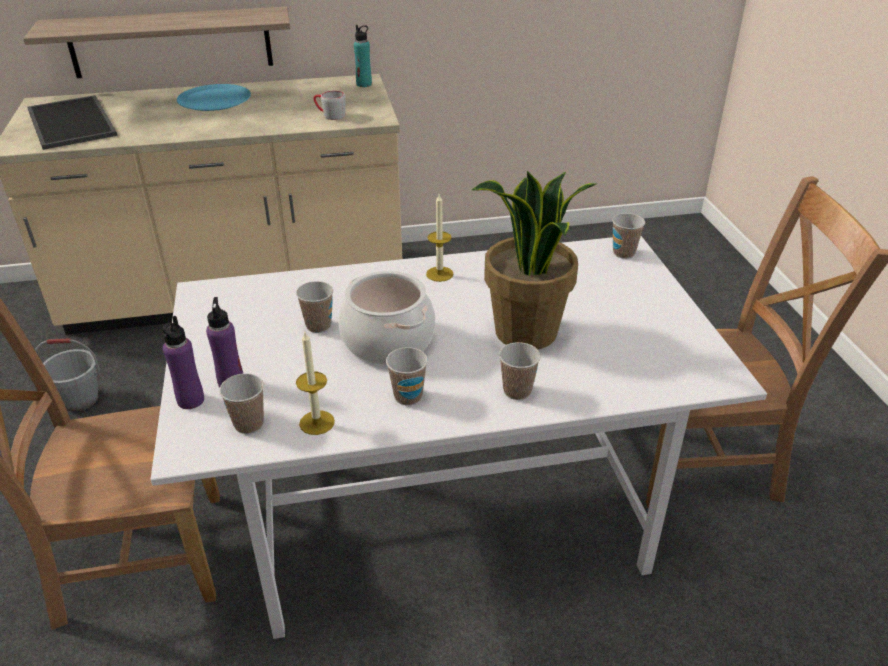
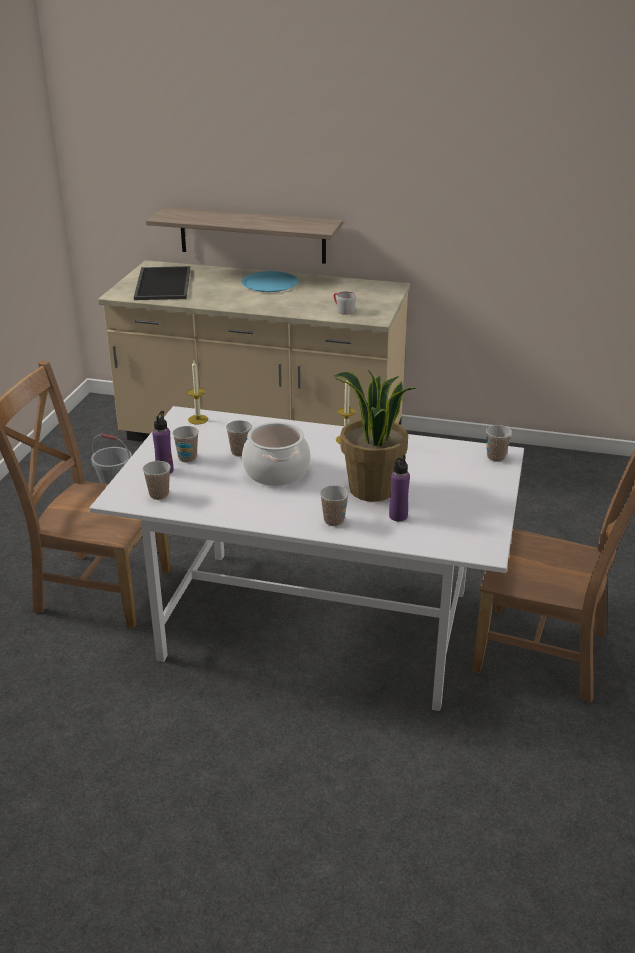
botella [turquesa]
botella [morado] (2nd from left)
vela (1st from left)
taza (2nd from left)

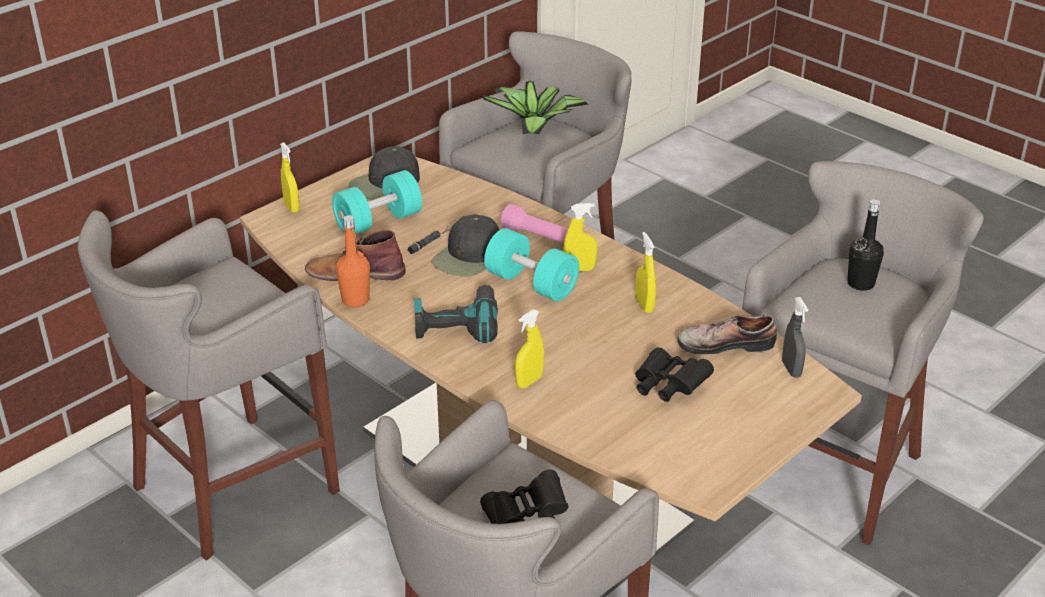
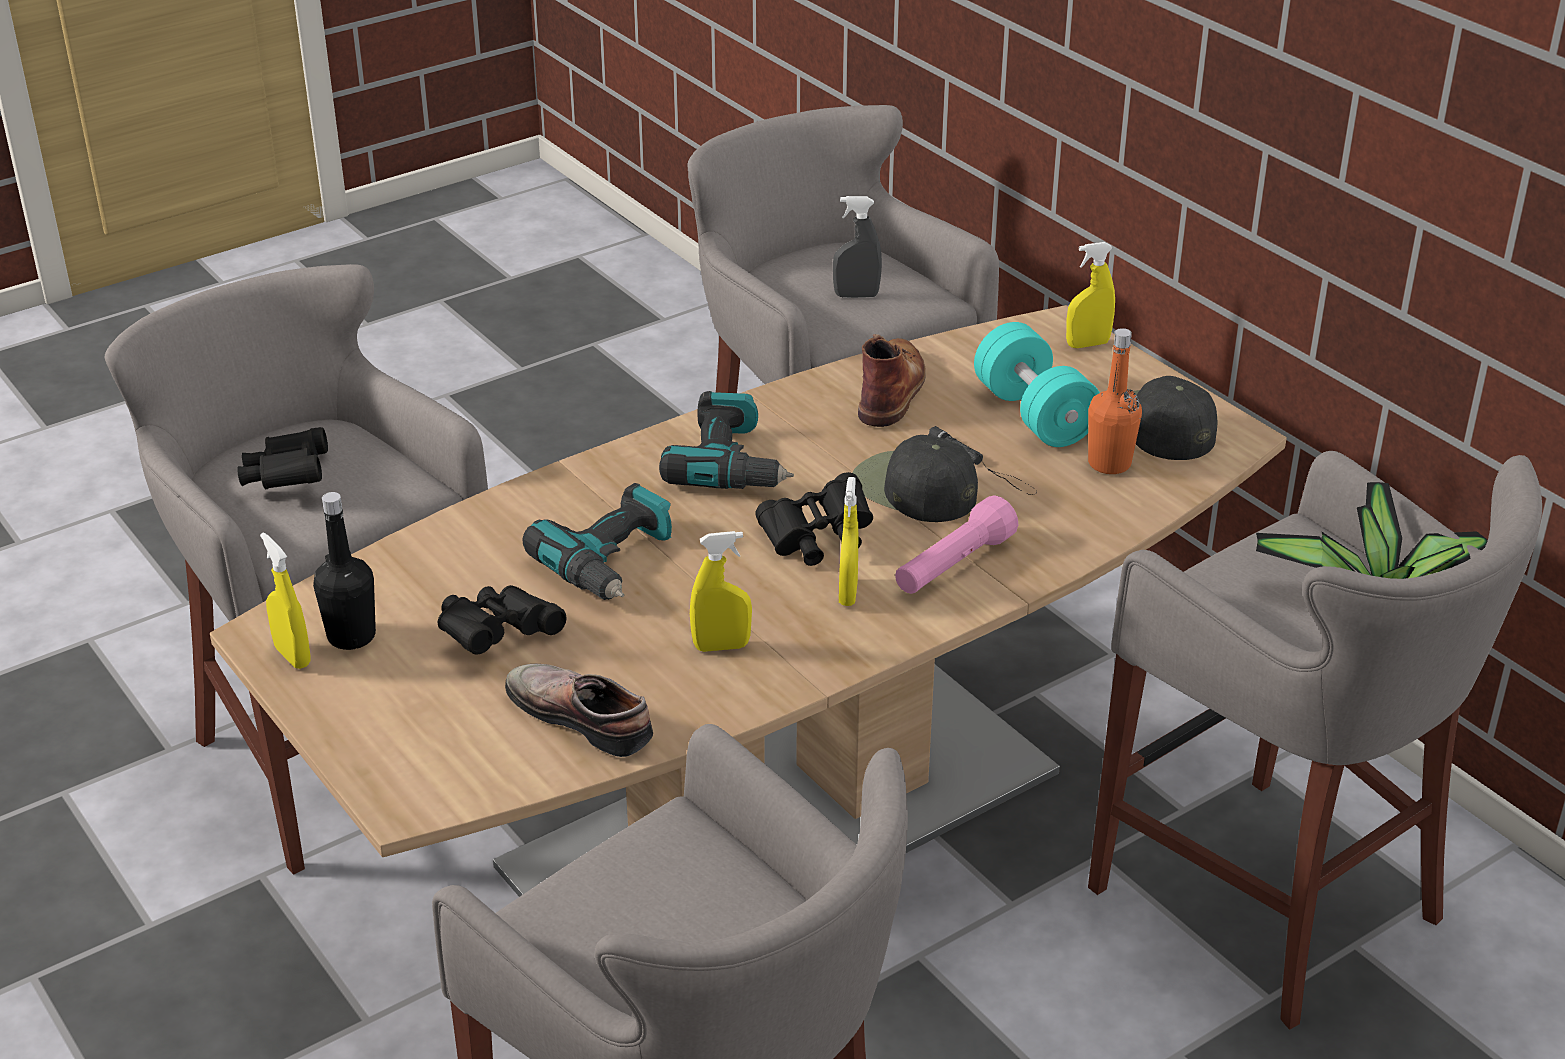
botella [negro]
botella [naranja]
prismáticos [negro] (3rd from left)
pulverizador [gris]
pulverizador [amarillo] (1st from left)
zapato
taladro (1st from left)

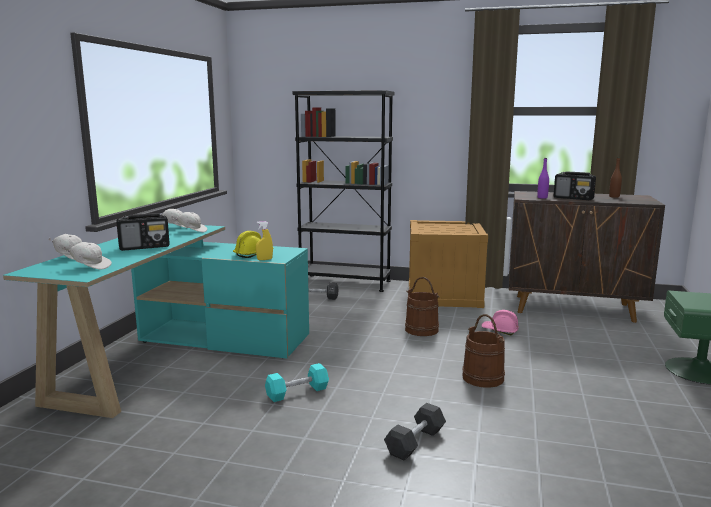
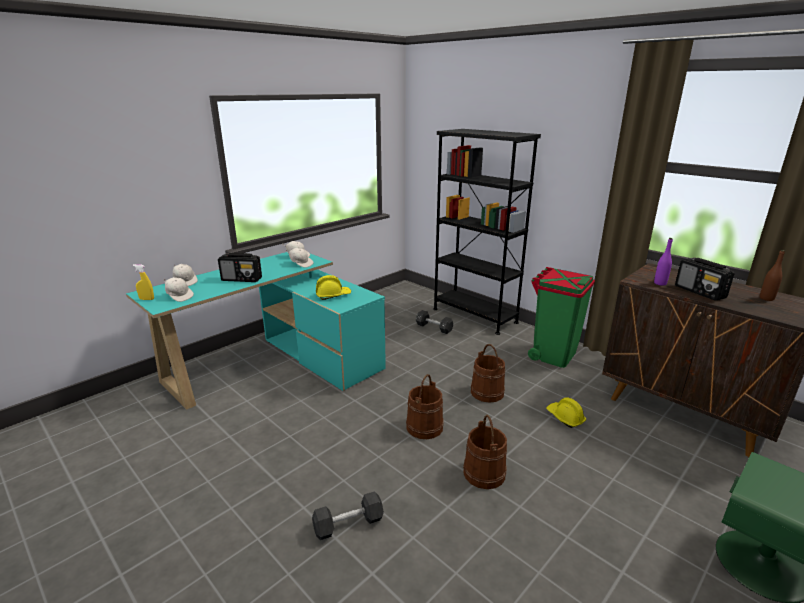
papelera [verde]
pulverizador [amarillo]
casco [amarillo] (2nd from left)
mancuerna [turquesa]
cubo [marrón] (1st from left)

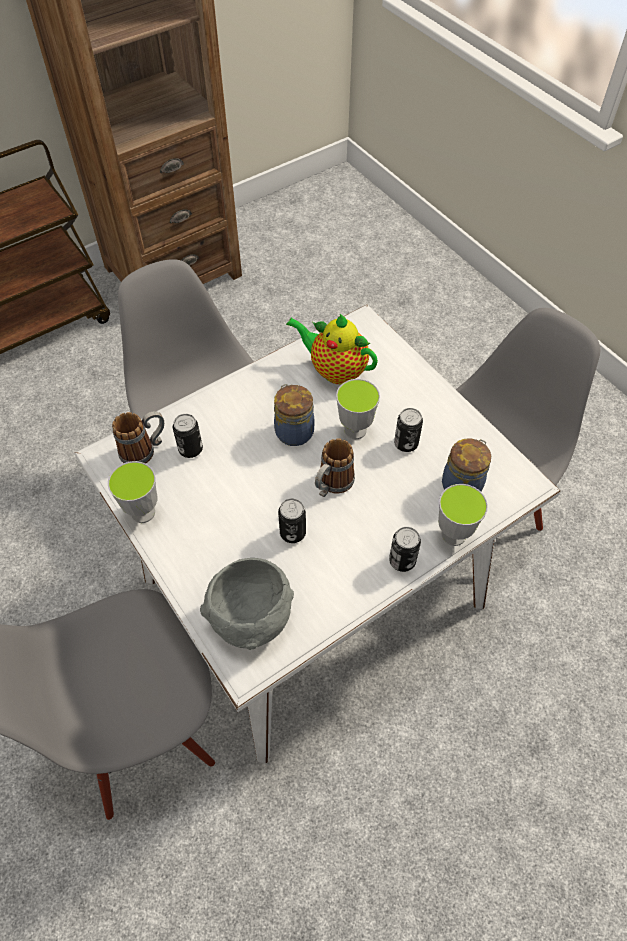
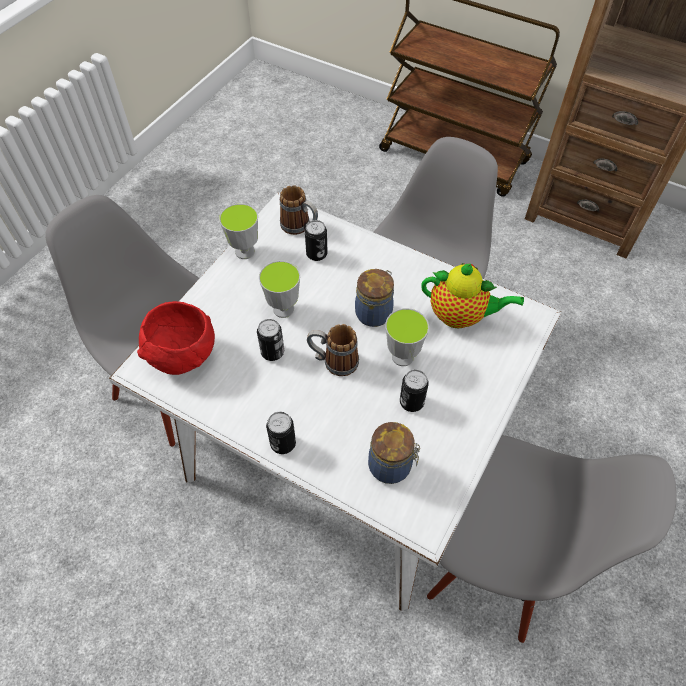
tetera
taza (2nd from left)
cuenco [rojo]

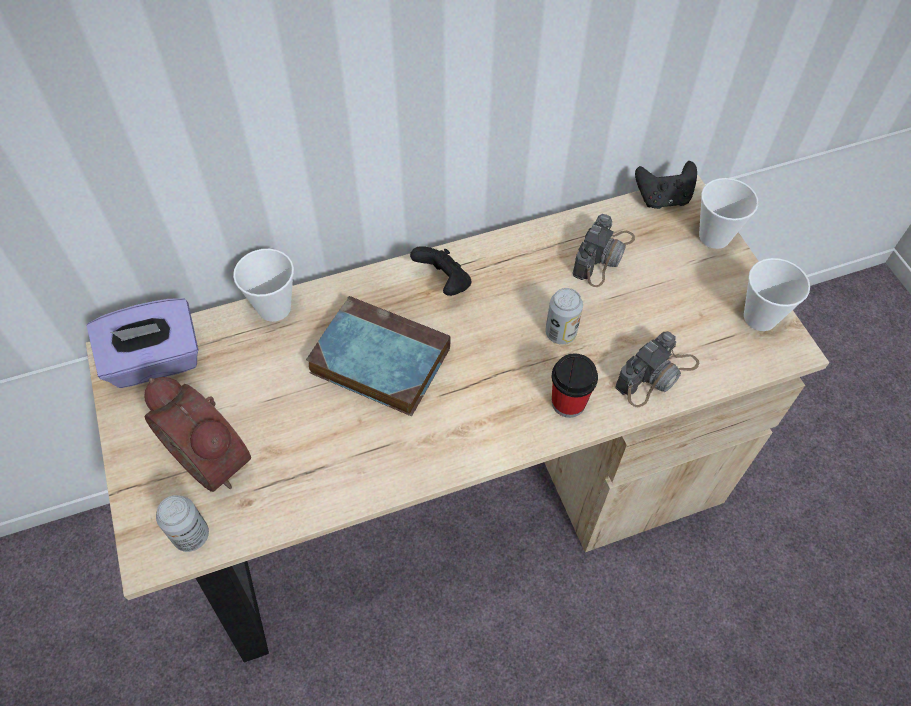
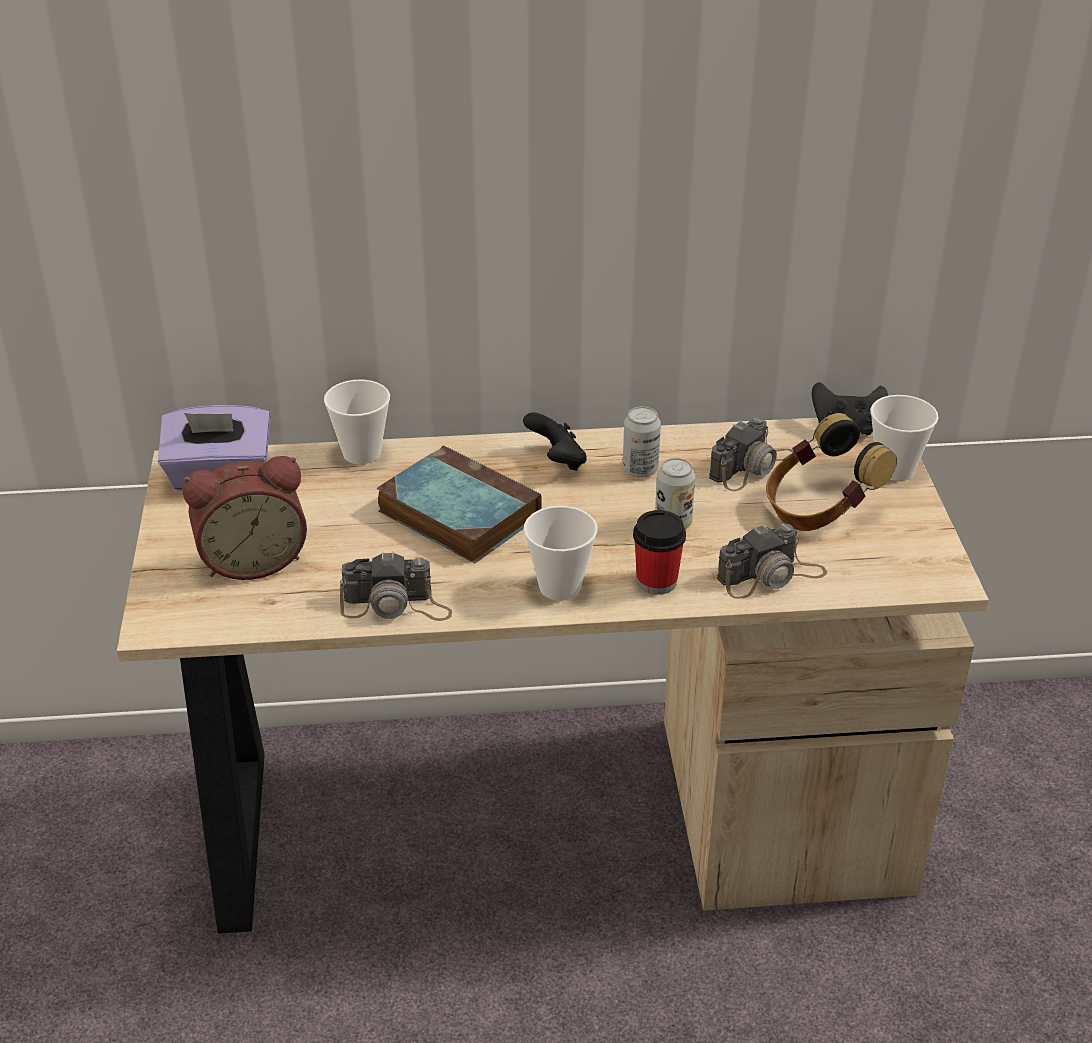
taza (2nd from left)
despertador
lata (1st from left)
auriculares
cámara (1st from left)

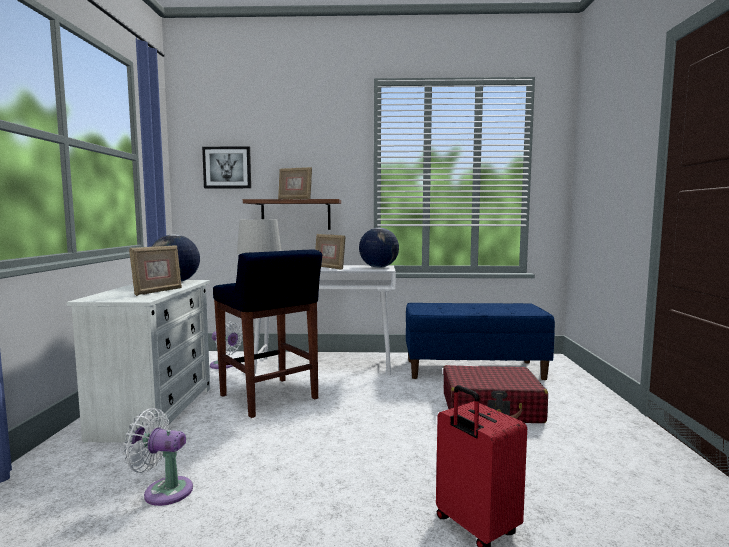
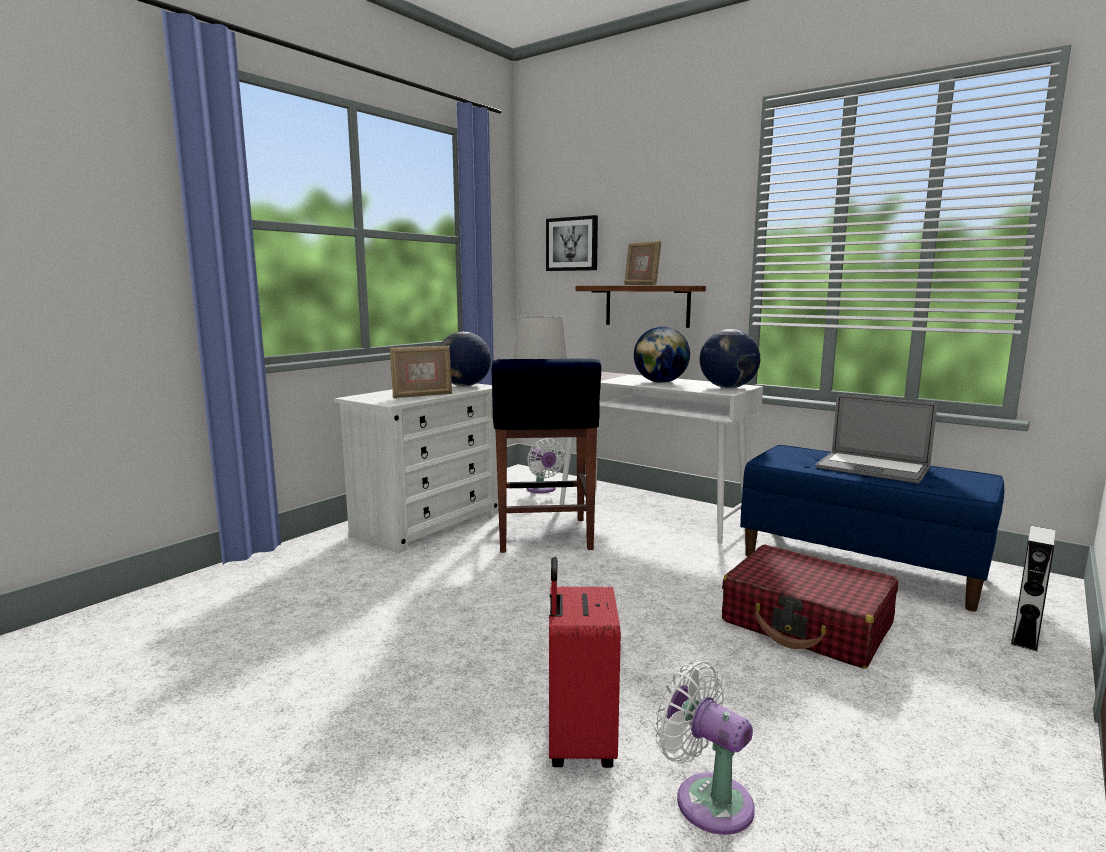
globo terráqueo (2nd from left)
ventilador [blanco] (2nd from left)
portátil
altavoz [gris]

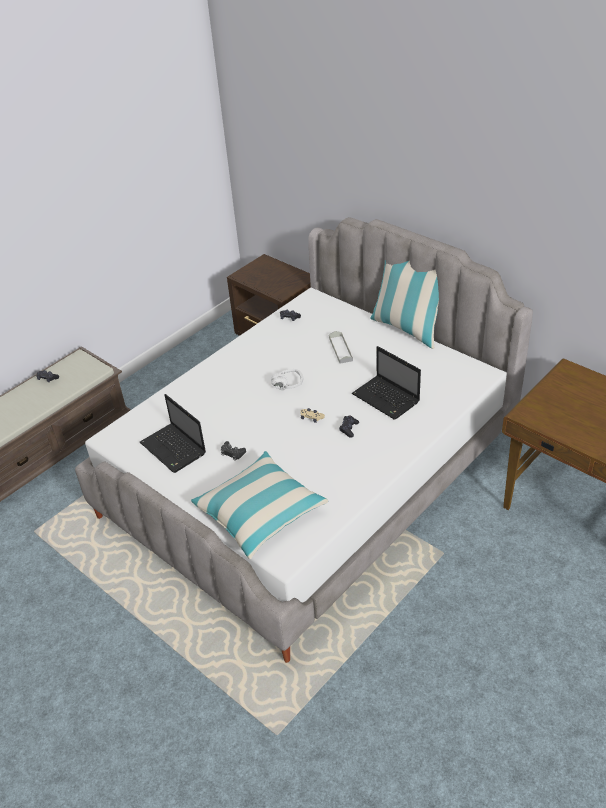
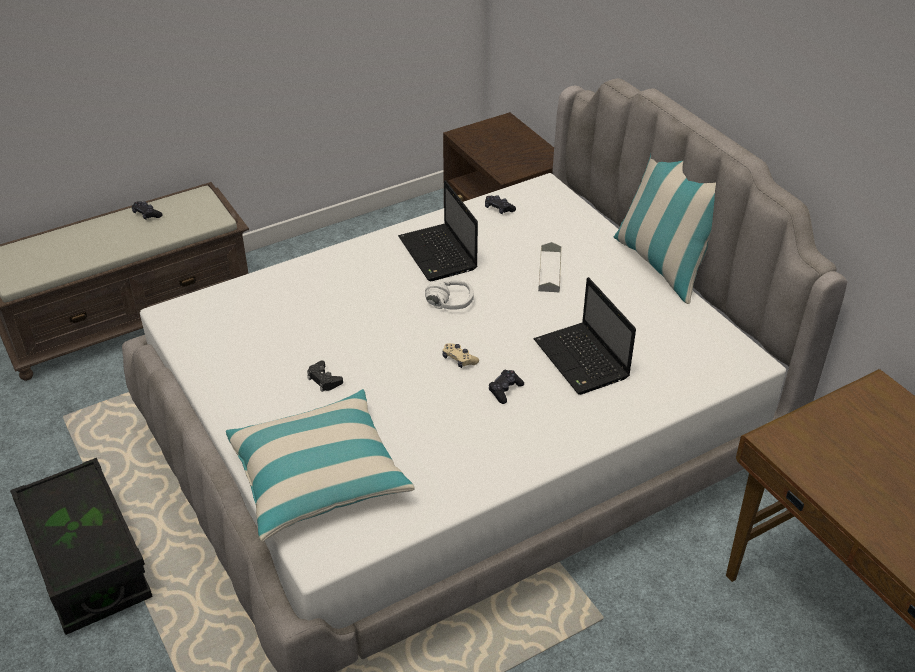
portátil (1st from left)
caja de almacenaje [negro]

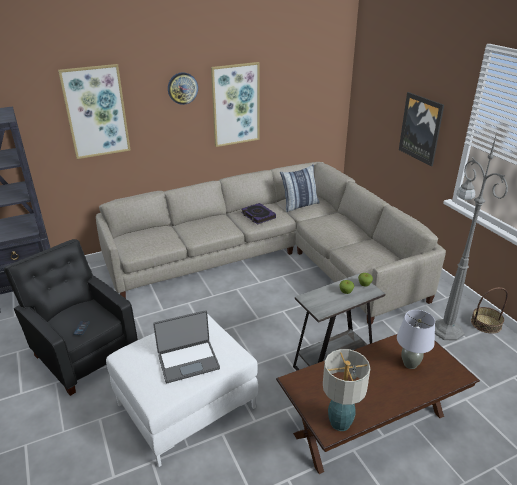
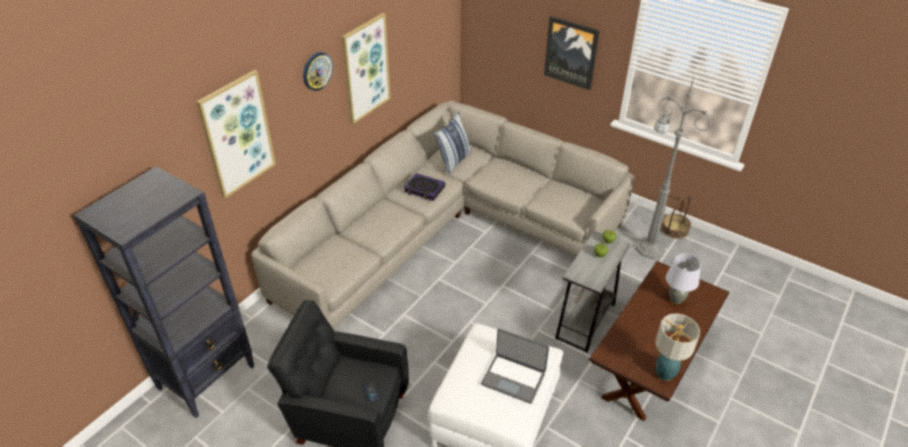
portátil

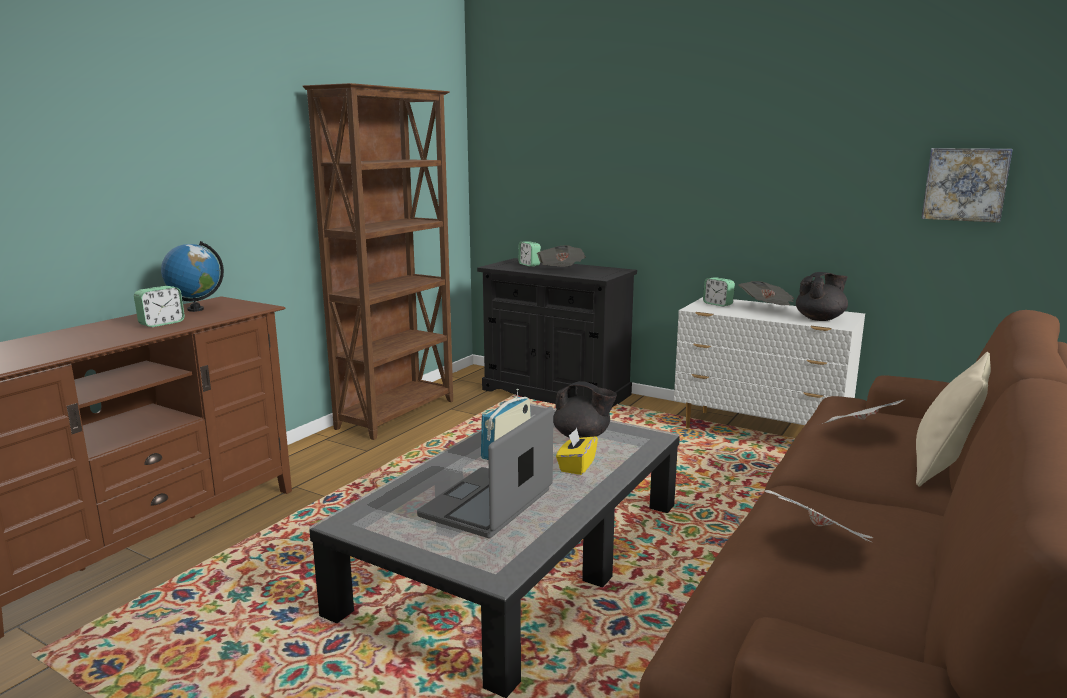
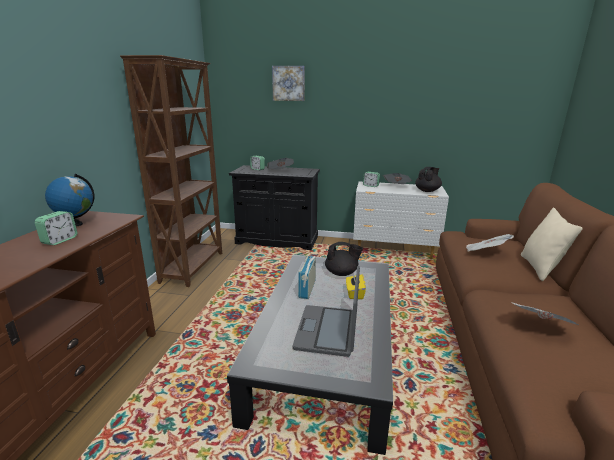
cuadro

